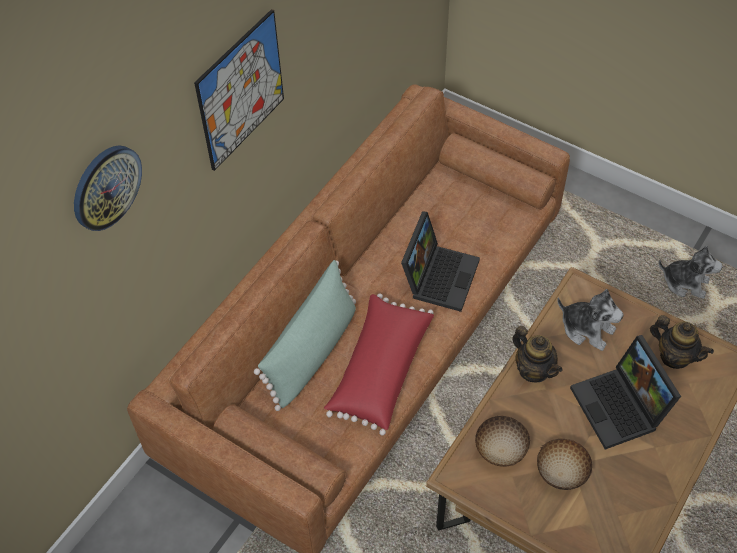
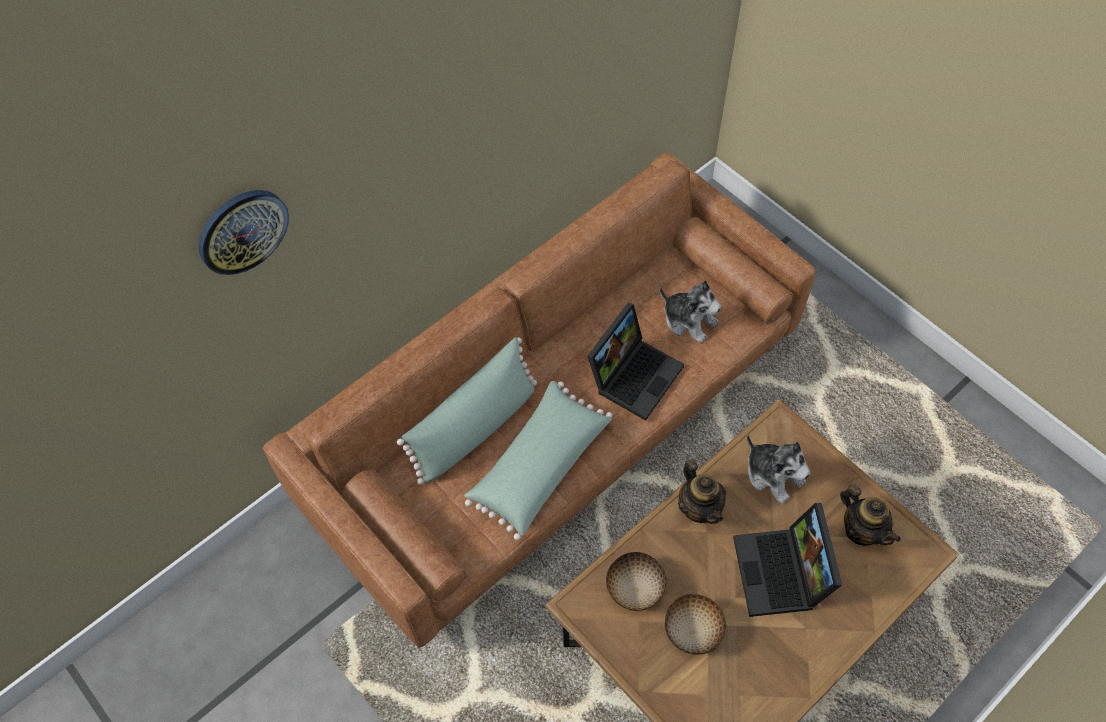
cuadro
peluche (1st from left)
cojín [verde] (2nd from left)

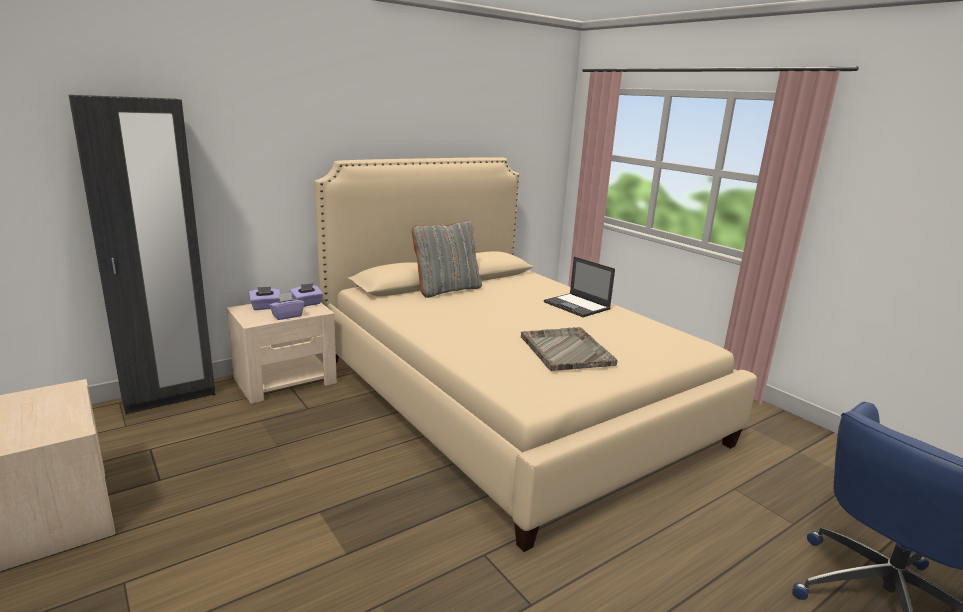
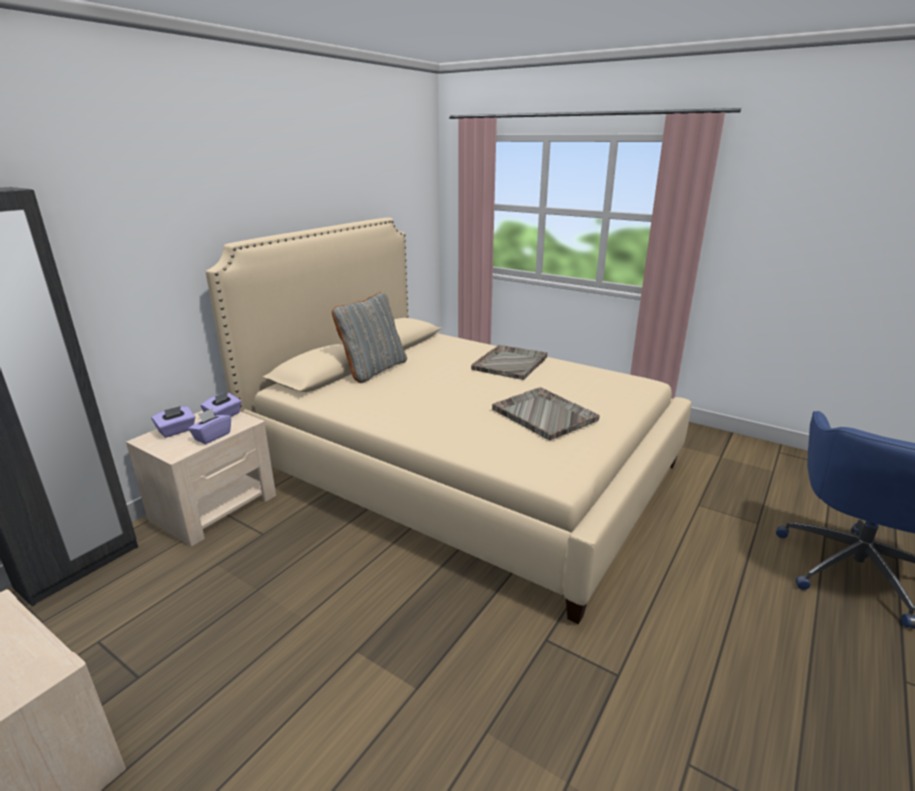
bandeja [gris] (1st from left)

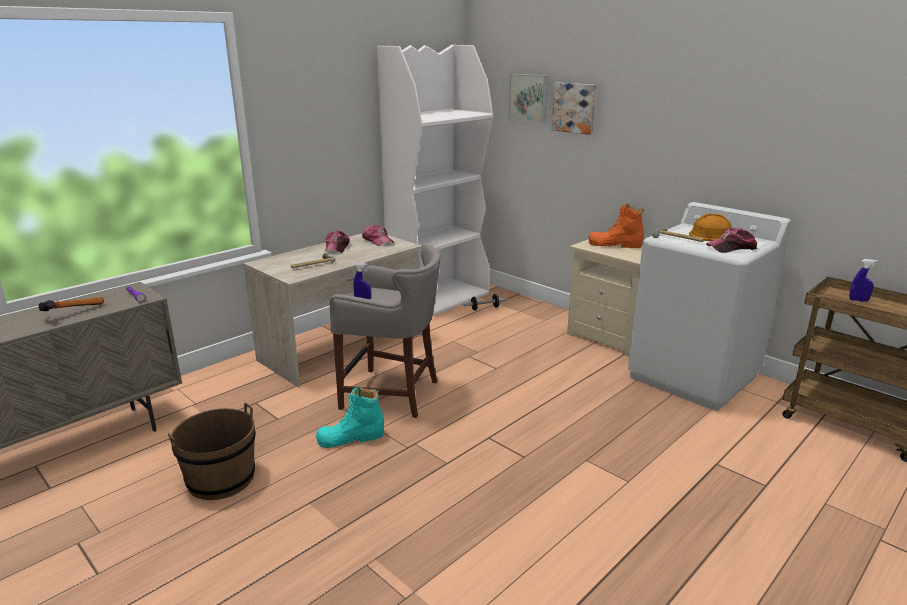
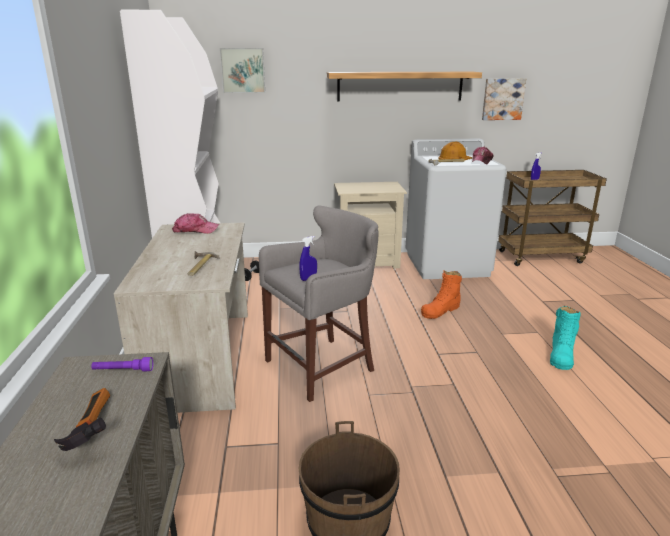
cuadro (2nd from left)
bota [naranja]
gorra (1st from left in the first image)
bota [turquesa]
estante

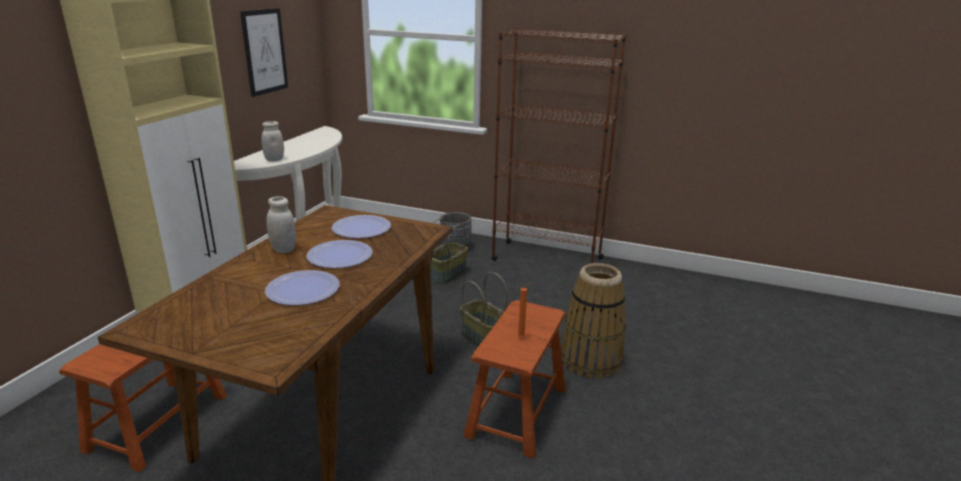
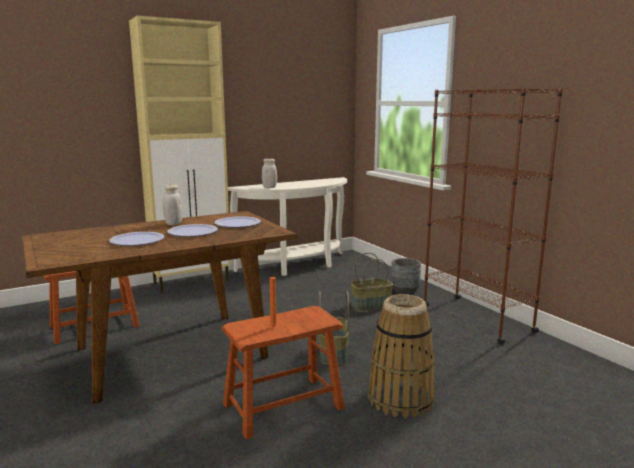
cuadro

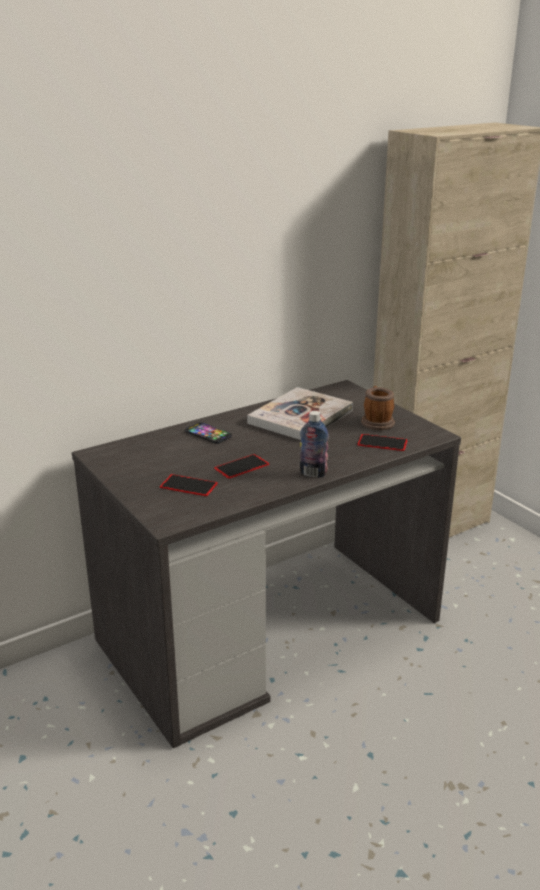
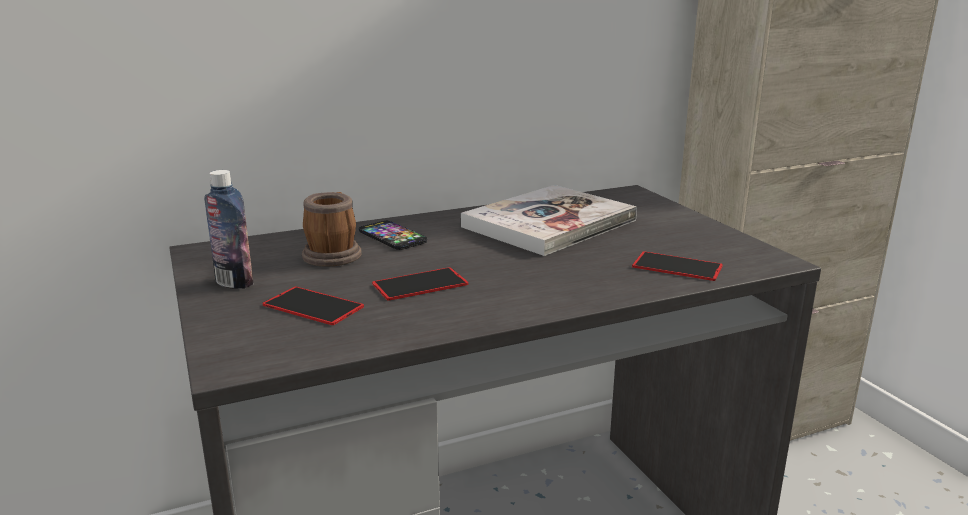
taza grande
botella

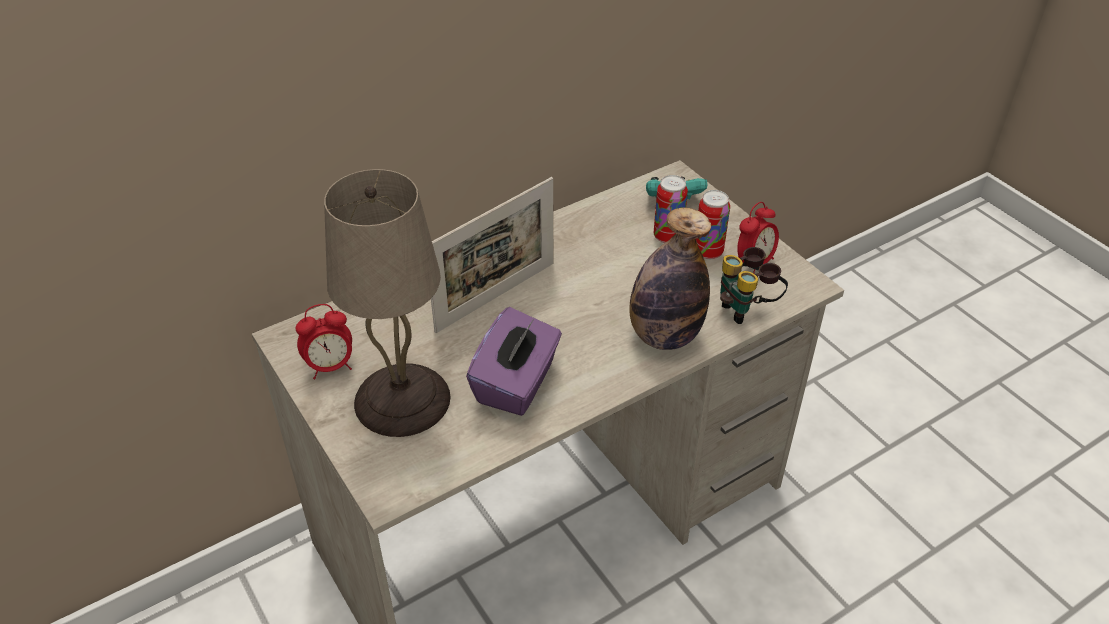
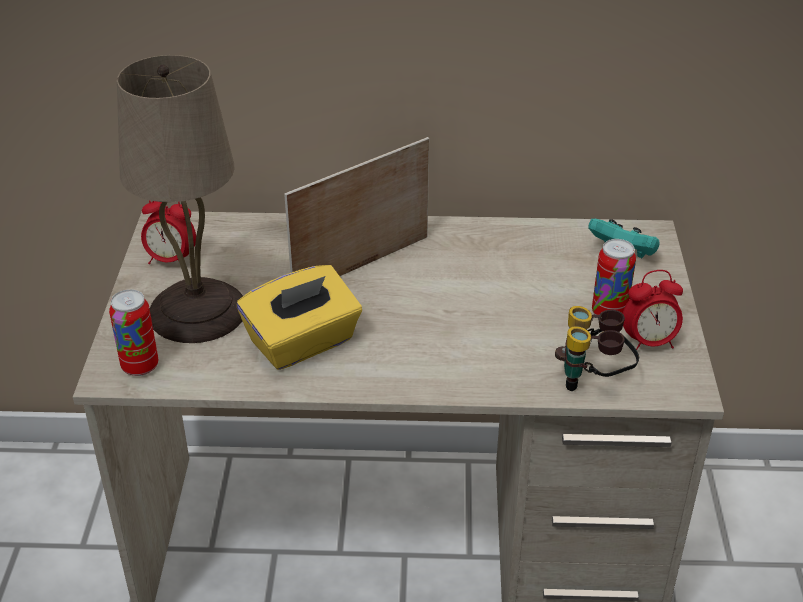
lata (1st from left)
portarretratos
botella
caja de pañuelos [amarillo]

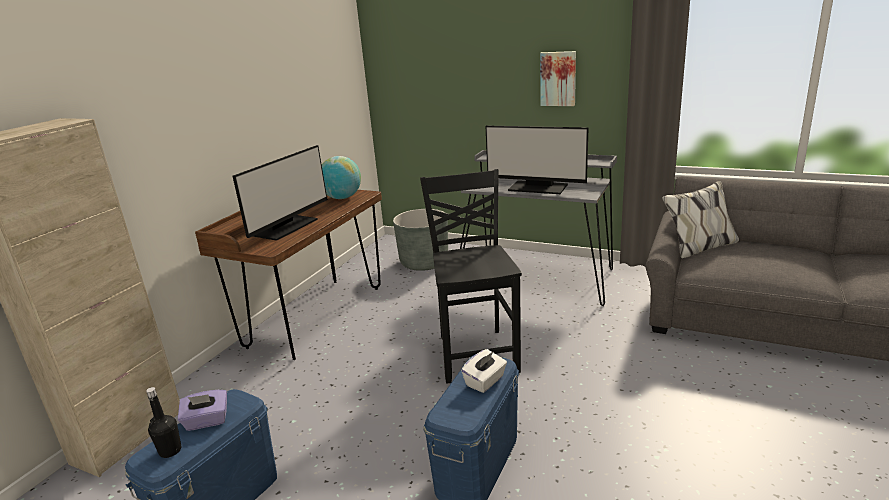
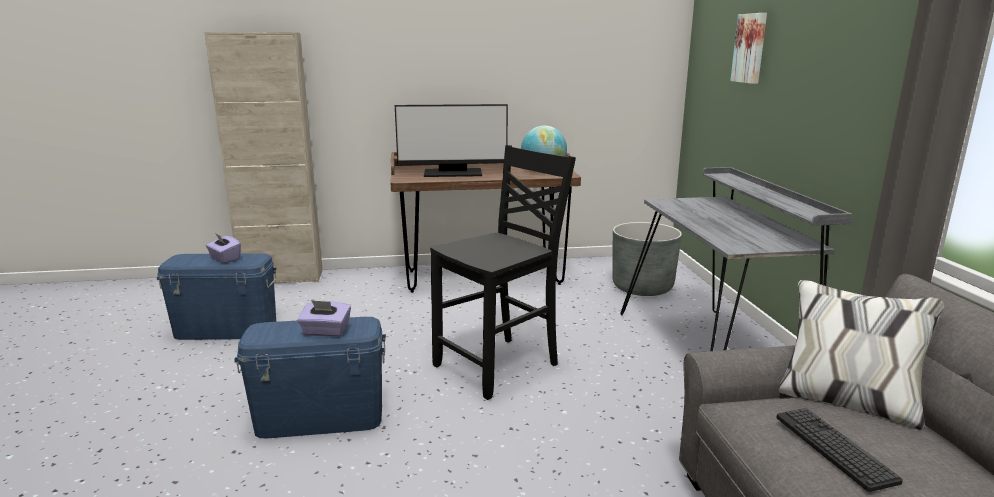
cuadro
monitor (2nd from left in the first image)
caja de pañuelos [morado] (2nd from left)
botella [negro]
teclado

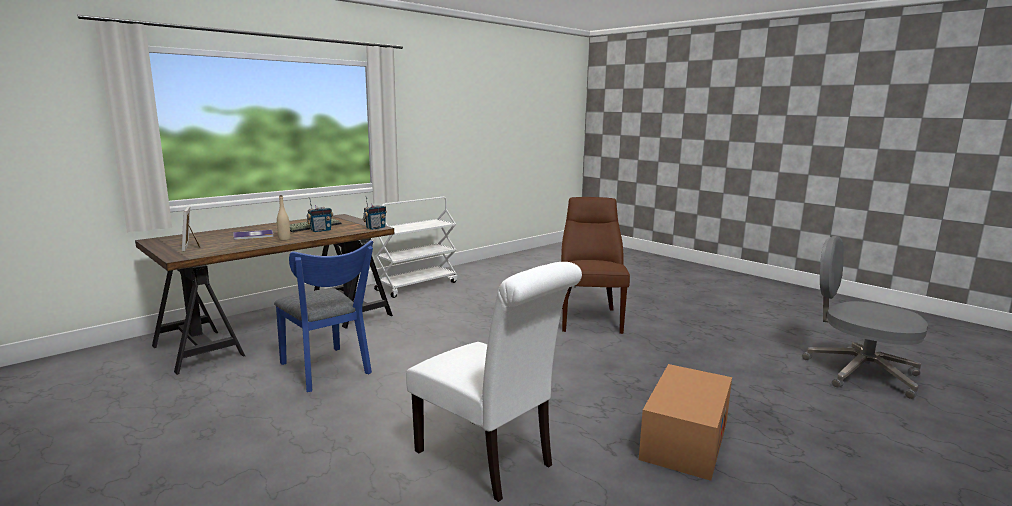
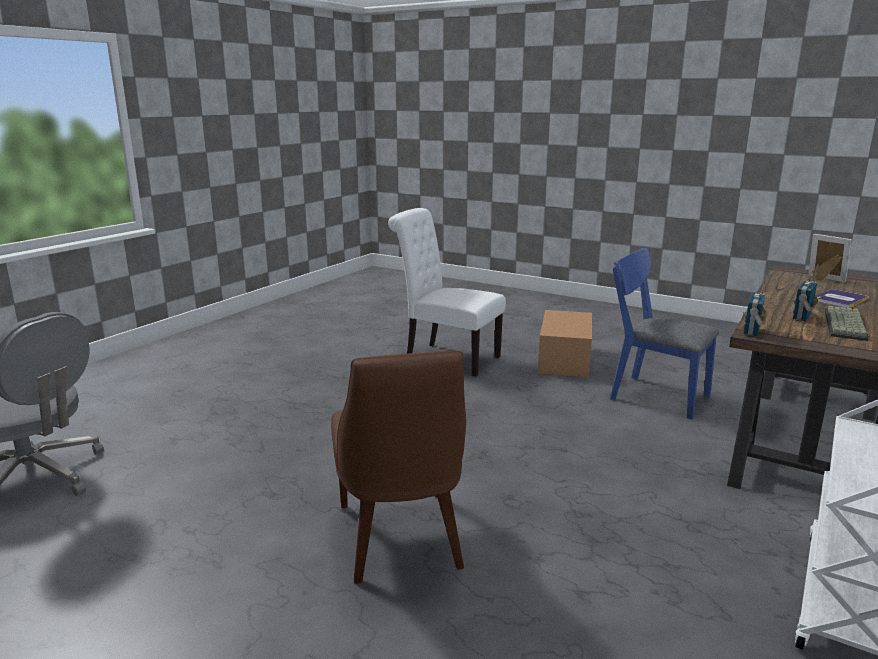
botella [beis]
caja de cartón

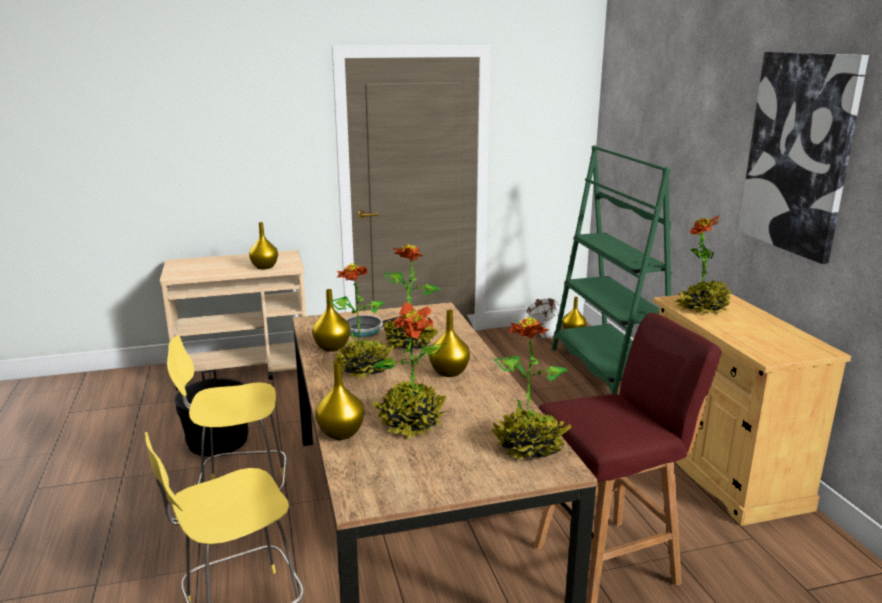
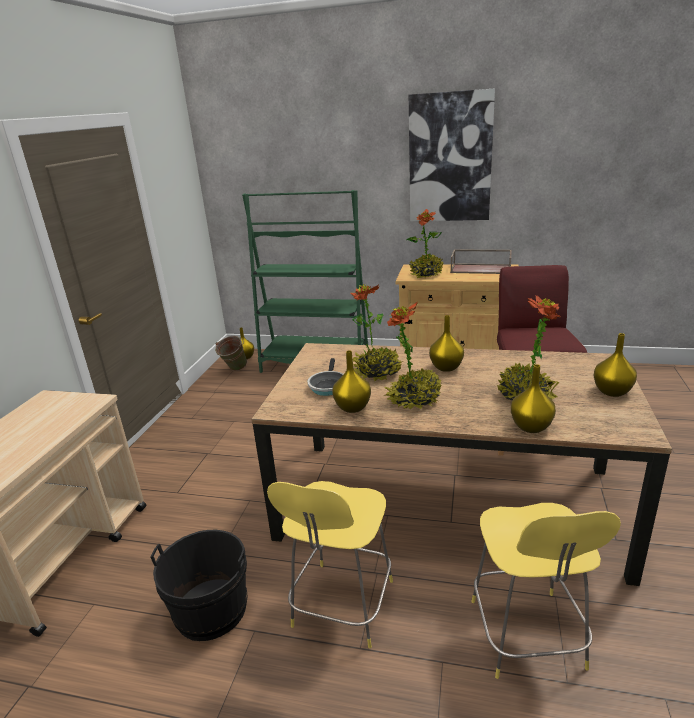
florero [amarillo] (5th from left)
cubo [verde]
planta en maceta (4th from left in the first image)
bandeja [marrón]

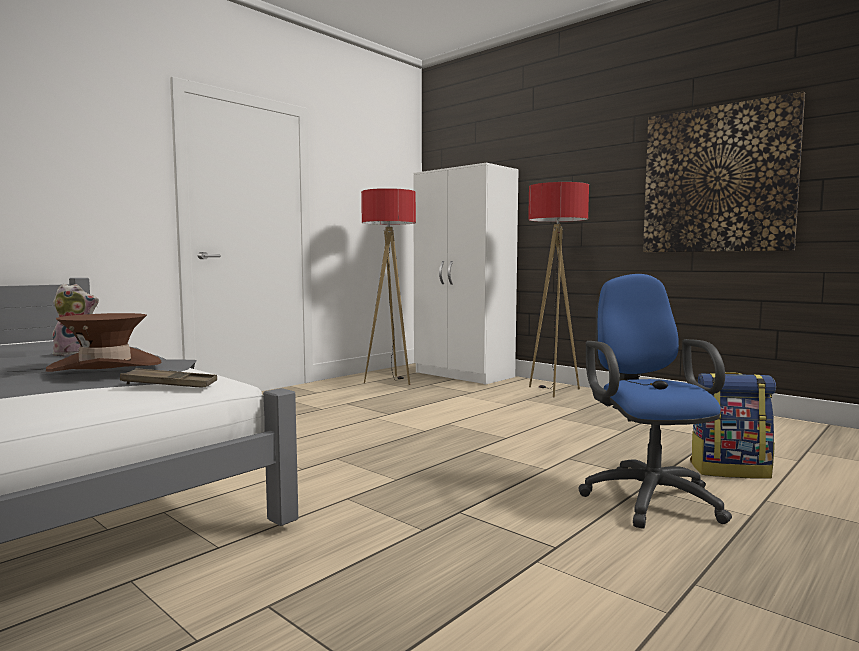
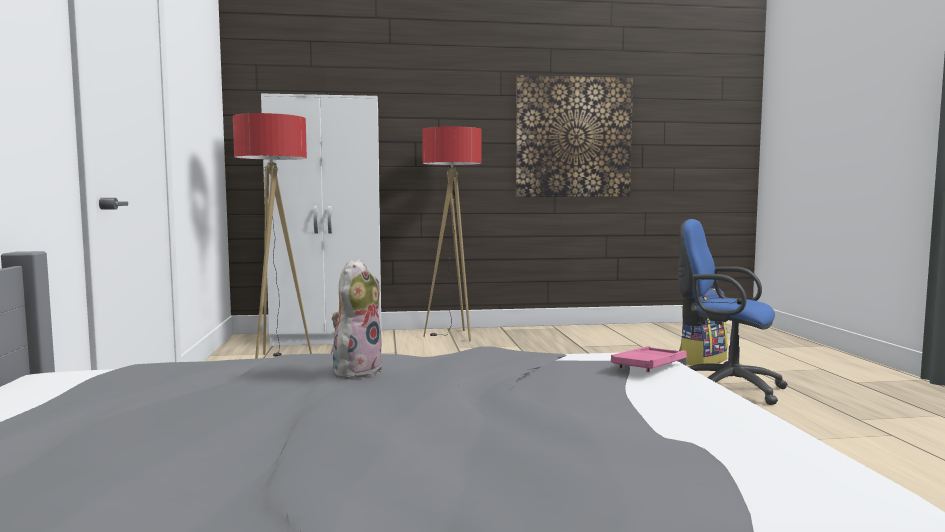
sombrero [marrón]
bandeja [rosa]

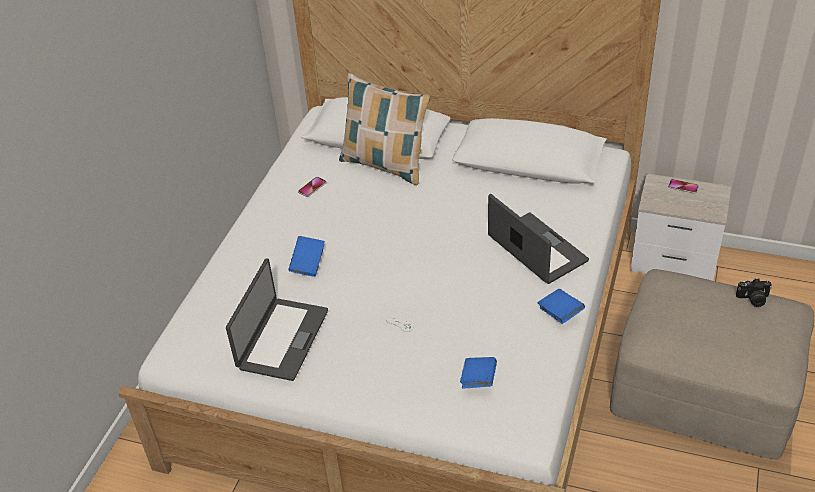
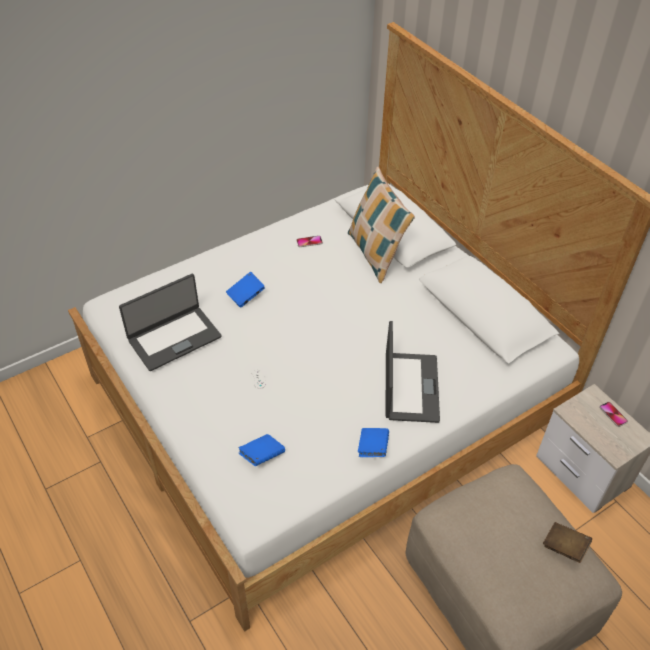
libro [marrón]

